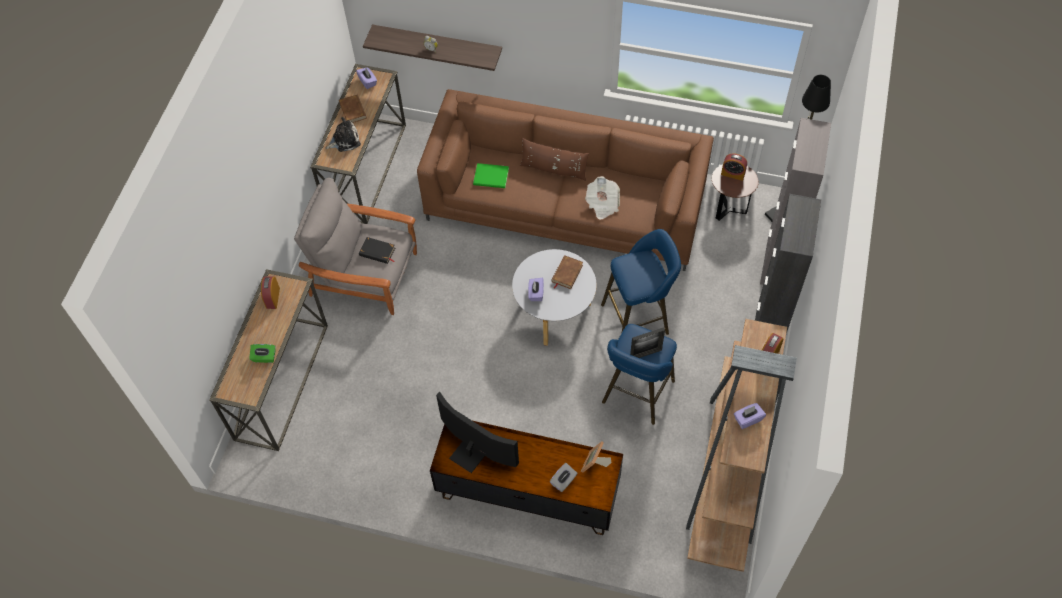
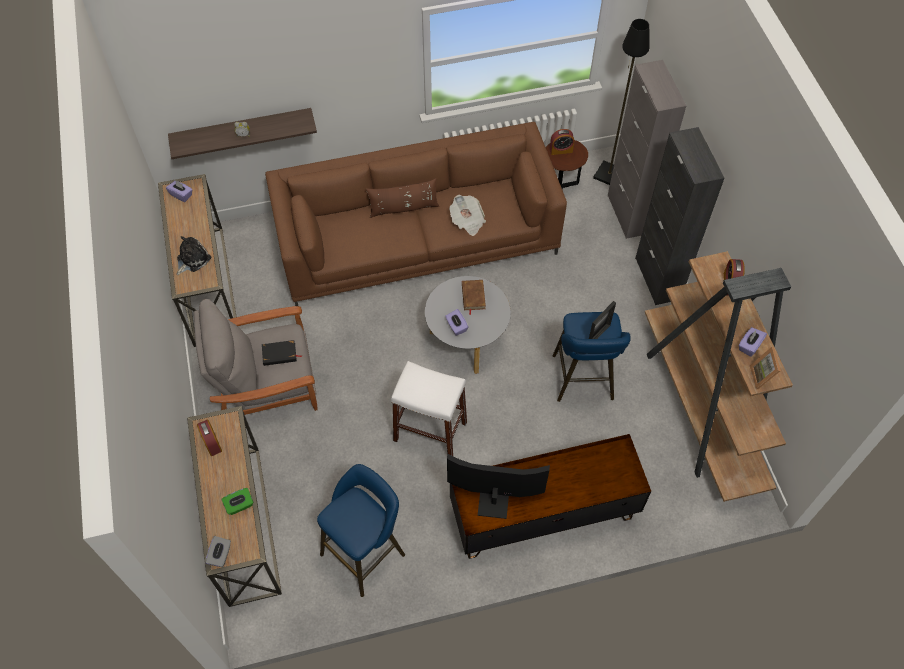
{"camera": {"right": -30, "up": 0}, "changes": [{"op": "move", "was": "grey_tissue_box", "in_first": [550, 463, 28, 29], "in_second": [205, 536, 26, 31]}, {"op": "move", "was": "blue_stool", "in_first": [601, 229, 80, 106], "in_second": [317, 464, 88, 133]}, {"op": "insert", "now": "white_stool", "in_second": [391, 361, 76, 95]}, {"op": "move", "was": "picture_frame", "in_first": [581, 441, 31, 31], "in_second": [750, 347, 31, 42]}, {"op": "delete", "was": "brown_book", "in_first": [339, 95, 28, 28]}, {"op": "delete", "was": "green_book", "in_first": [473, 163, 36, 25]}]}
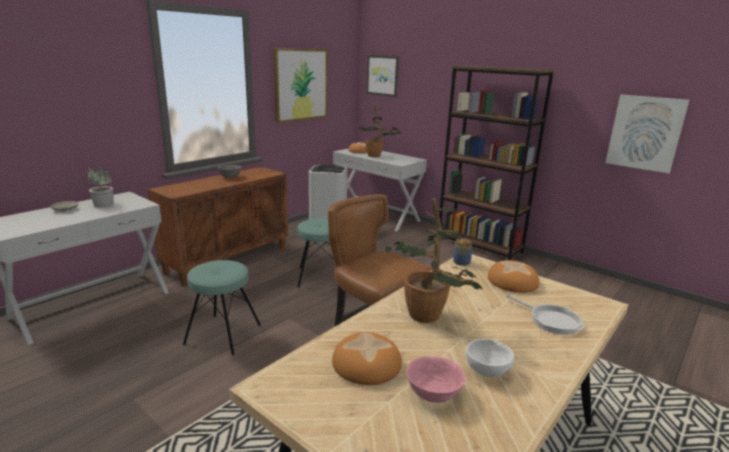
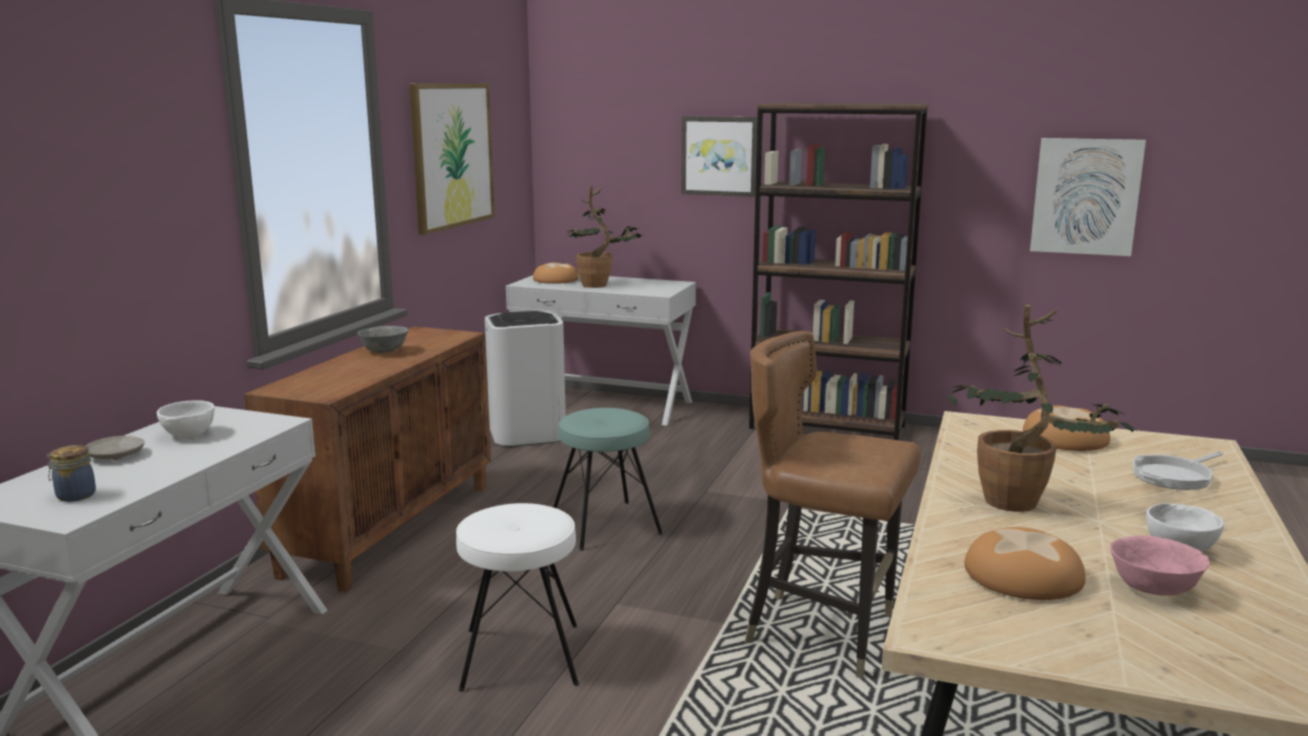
{"camera": {"right": -20, "up": -5}, "changes": [{"op": "move", "was": "jar", "in_first": [452, 238, 20, 28], "in_second": [46, 445, 50, 57]}, {"op": "replace", "was": "potted_plant", "now": "white_bowl", "in_first": [88, 168, 26, 40], "in_second": [157, 400, 57, 38]}, {"op": "recolor", "was": "turquoise_stool", "now": "white_stool", "in_first": [183, 260, 78, 95], "in_second": [456, 503, 123, 188]}, {"op": "move", "was": "picture", "in_first": [366, 55, 33, 42], "in_second": [681, 116, 76, 81]}, {"op": "rotate", "was": "frying_pan", "in_first": [506, 295, 79, 40], "in_second": [1133, 451, 90, 39], "clockwise": 120}]}
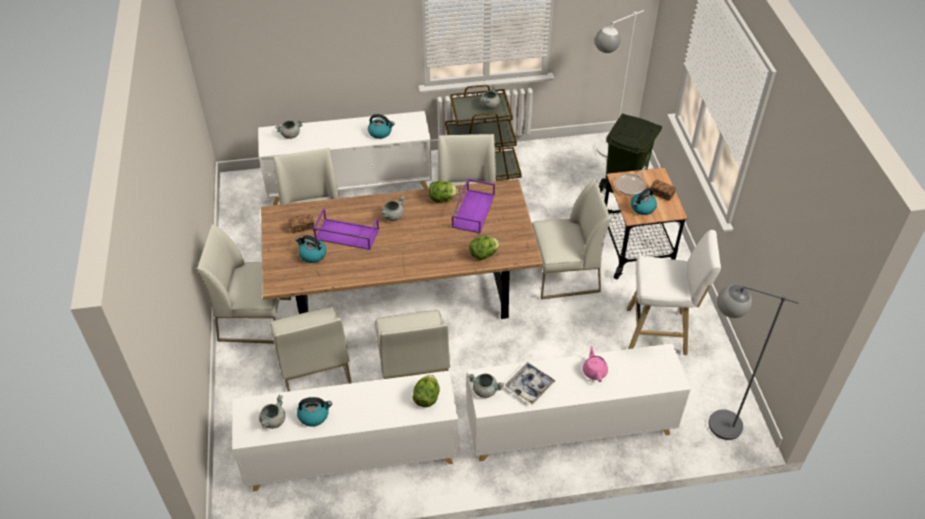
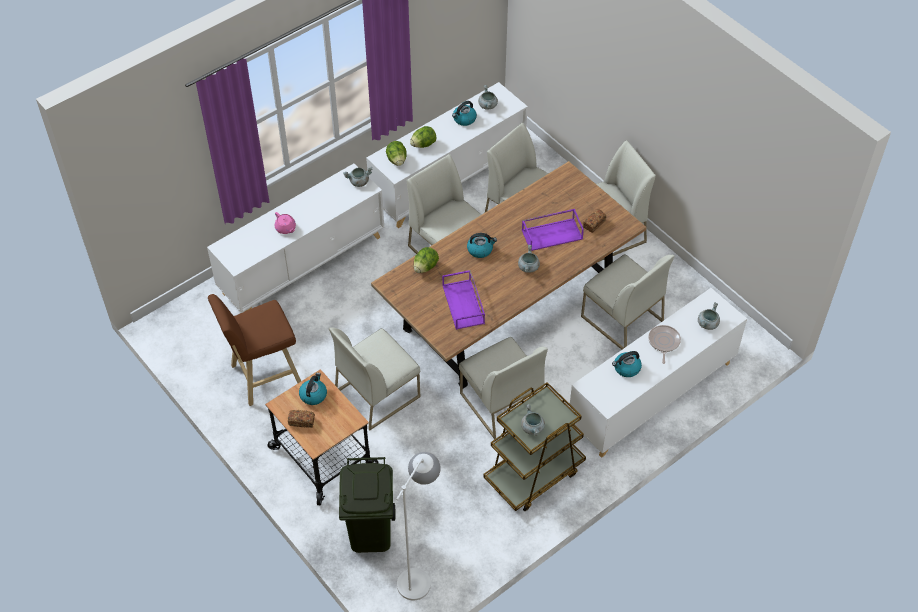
{"camera": {"right": 150, "up": 5}, "changes": [{"op": "recolor", "was": "white_stool", "now": "brown_stool", "in_first": [627, 230, 94, 125], "in_second": [208, 294, 93, 112]}, {"op": "move", "was": "lettuce", "in_first": [429, 181, 29, 21], "in_second": [410, 126, 27, 22]}, {"op": "move", "was": "kettle", "in_first": [296, 235, 30, 28], "in_second": [467, 233, 30, 25]}, {"op": "move", "was": "frying_pan", "in_first": [615, 166, 32, 30], "in_second": [648, 325, 33, 39]}, {"op": "delete", "was": "tray", "in_first": [505, 362, 50, 43]}, {"op": "delete", "was": "grey_floor_lamp", "in_first": [709, 285, 90, 155]}]}
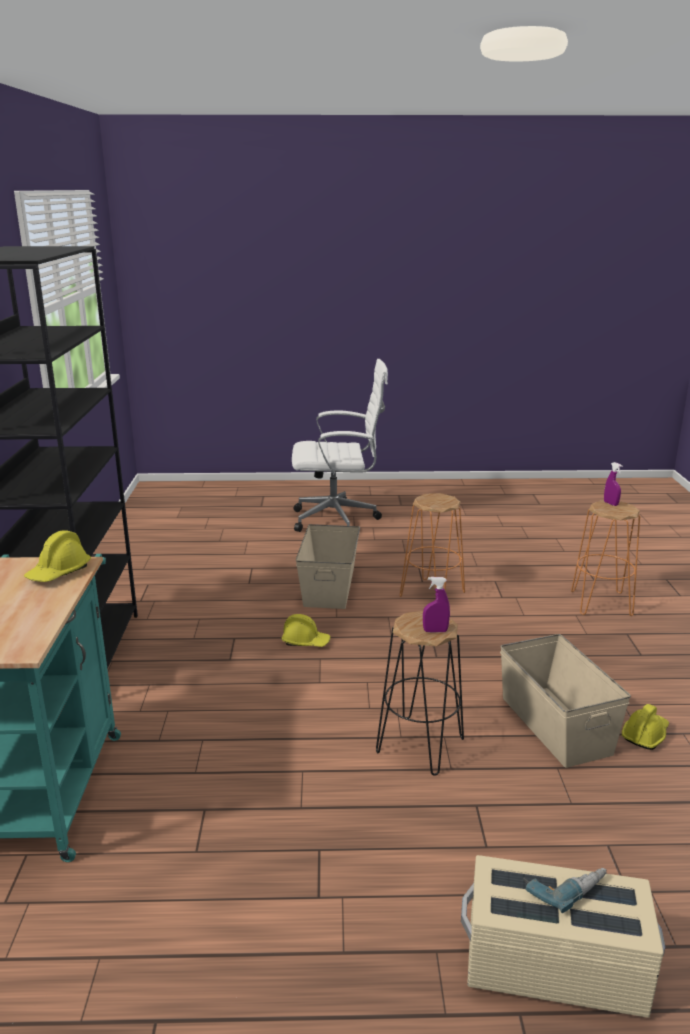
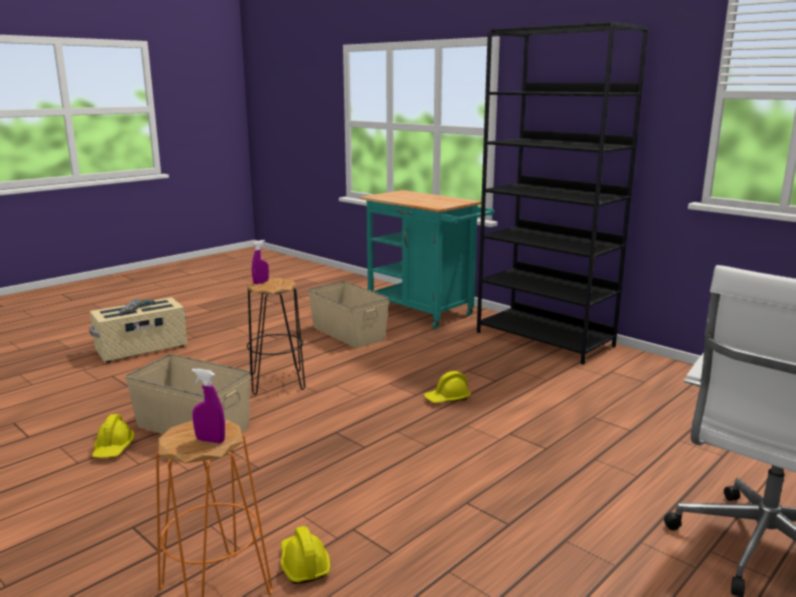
{"camera": {"right": 135, "up": -5}, "changes": [{"op": "move", "was": "yellow_hard_hat", "in_first": [24, 530, 67, 52], "in_second": [281, 526, 50, 58]}, {"op": "move", "was": "beige_storage_box", "in_first": [295, 524, 65, 85], "in_second": [308, 281, 81, 67]}, {"op": "delete", "was": "orange_stool", "in_first": [400, 493, 65, 104]}]}
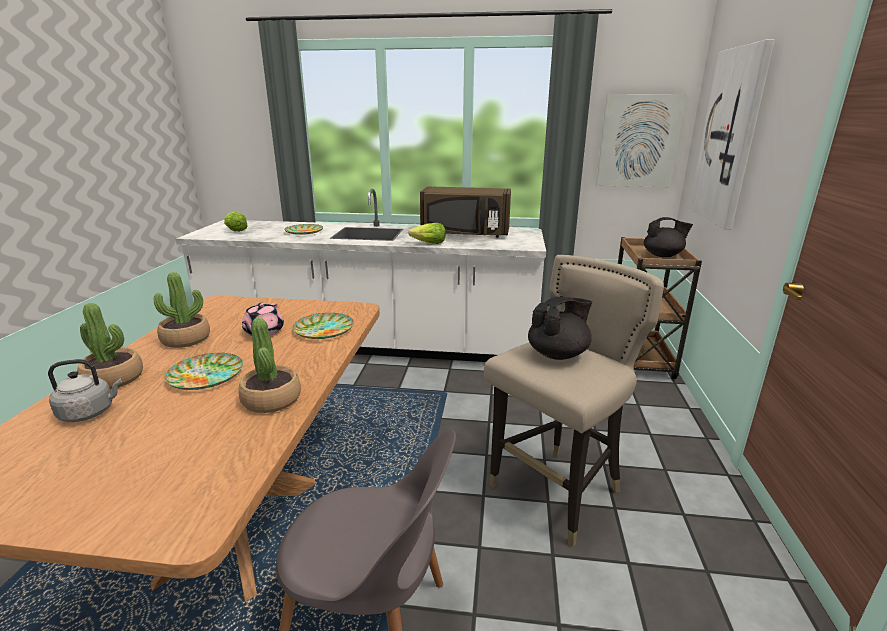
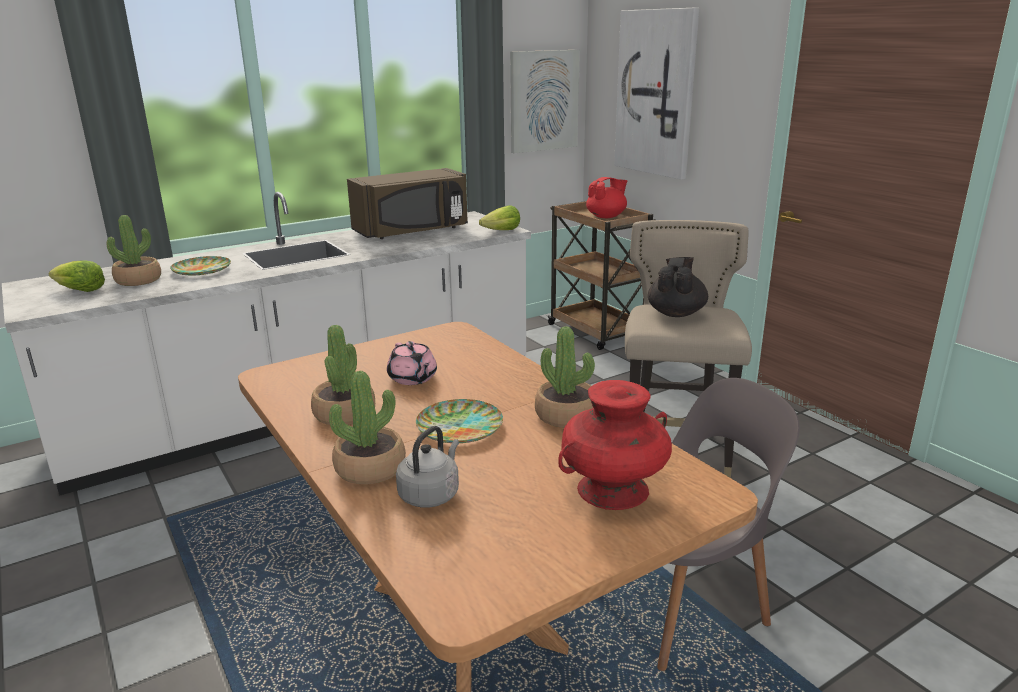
{"camera": {"right": -40, "up": 0}, "changes": [{"op": "insert", "now": "potted_plant", "in_second": [107, 215, 54, 71]}, {"op": "move", "was": "lettuce", "in_first": [408, 223, 38, 21], "in_second": [479, 205, 41, 25]}, {"op": "insert", "now": "red_vase", "in_second": [558, 380, 114, 130]}, {"op": "recolor", "was": "black_teapot", "now": "red_teapot", "in_first": [644, 217, 49, 40], "in_second": [586, 177, 41, 41]}, {"op": "delete", "was": "plate", "in_first": [293, 313, 61, 26]}]}
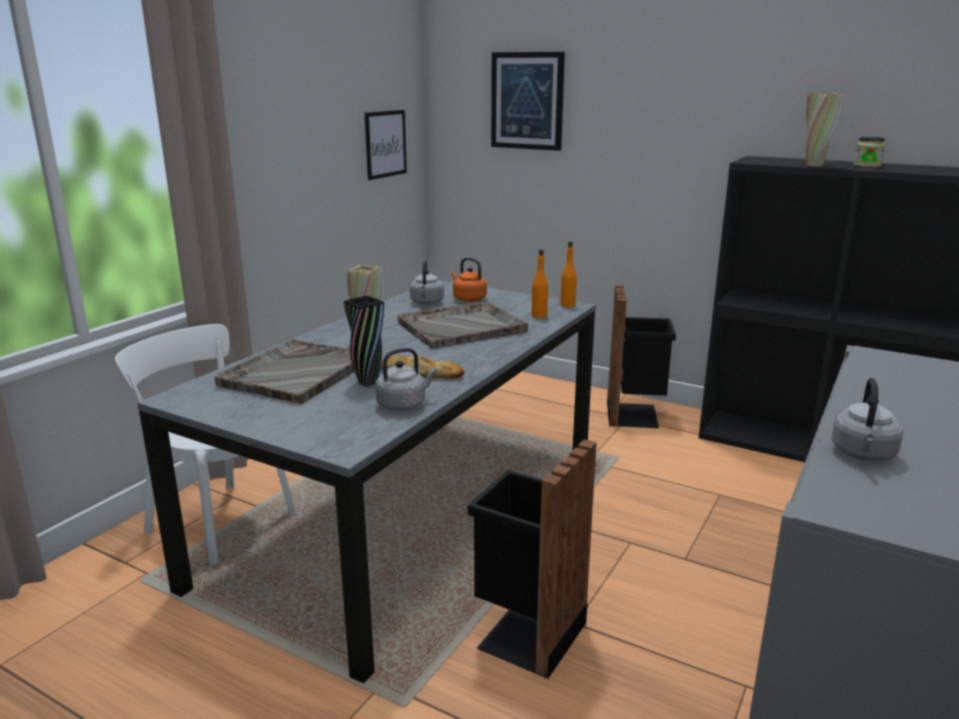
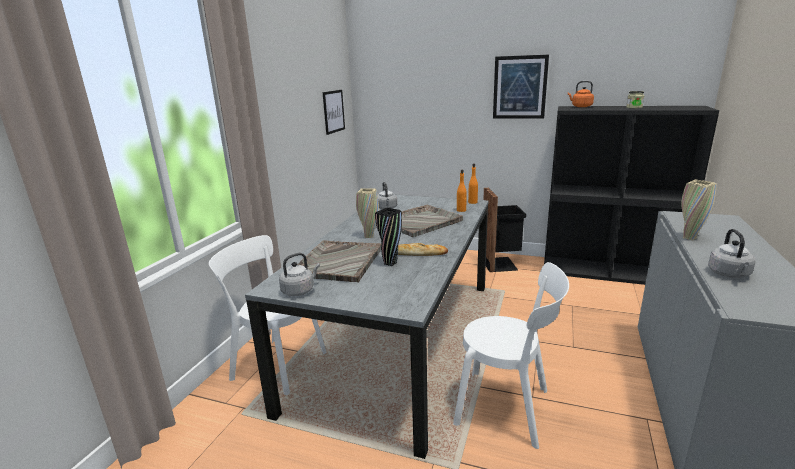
{"camera": {"right": -10, "up": 0}, "changes": [{"op": "move", "was": "grey_kettle", "in_first": [375, 348, 62, 63], "in_second": [279, 253, 41, 43]}, {"op": "replace", "was": "black_trash_can", "now": "white_chair", "in_first": [468, 439, 129, 240], "in_second": [453, 262, 116, 187]}, {"op": "move", "was": "picture", "in_first": [491, 52, 74, 99], "in_second": [493, 55, 56, 64]}, {"op": "move", "was": "orange_kettle", "in_first": [451, 257, 36, 45], "in_second": [568, 81, 26, 26]}, {"op": "move", "was": "beige_vase", "in_first": [805, 93, 38, 74], "in_second": [681, 179, 35, 62]}]}
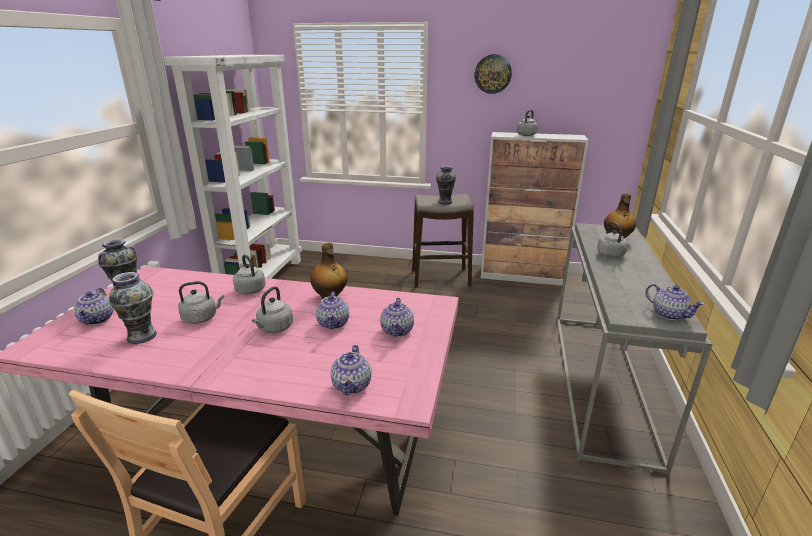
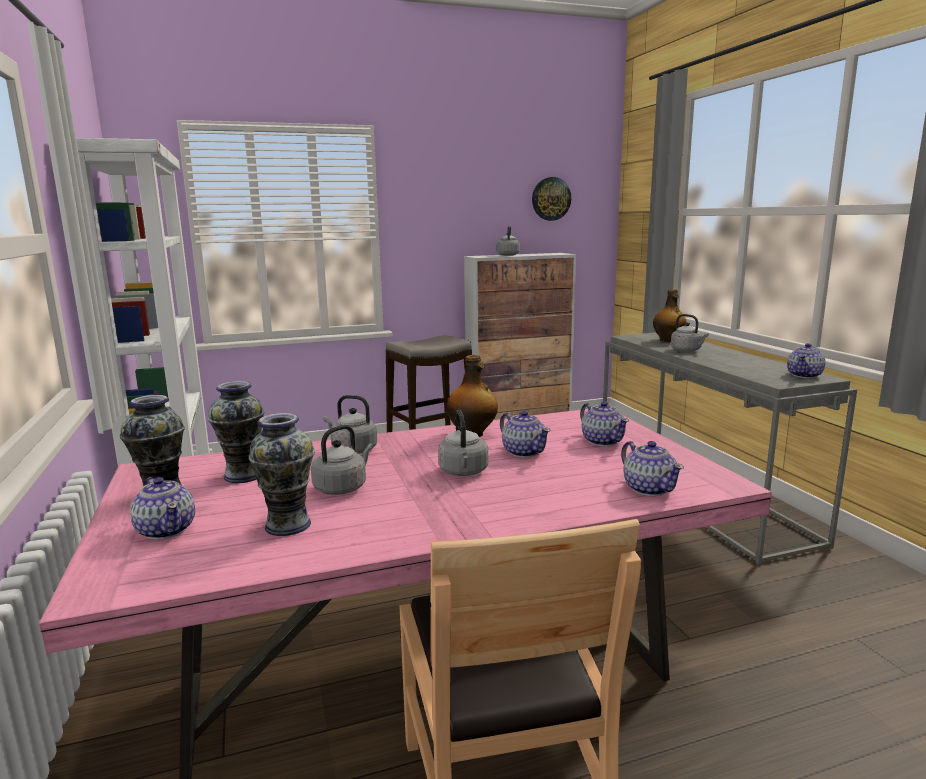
{"camera": {"right": -30, "up": -10}, "changes": [{"op": "move", "was": "vase", "in_first": [436, 166, 20, 39], "in_second": [208, 381, 56, 102]}, {"op": "move", "was": "wall_clock", "in_first": [474, 54, 38, 40], "in_second": [532, 177, 39, 44]}, {"op": "rotate", "was": "teapot", "in_first": [645, 284, 60, 36], "in_second": [787, 343, 39, 35], "clockwise": 105}]}
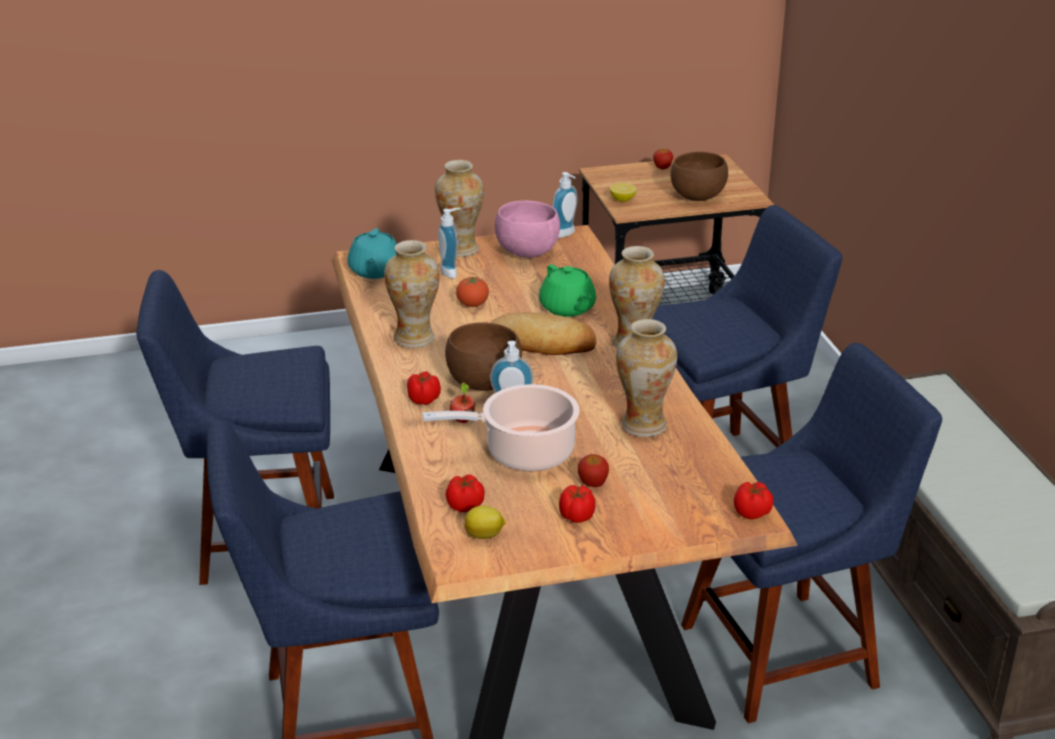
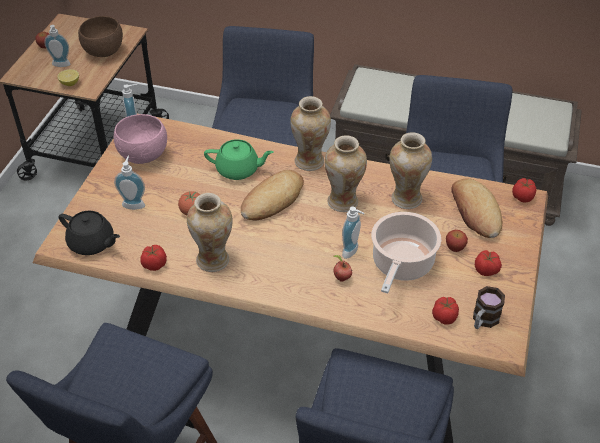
{"camera": {"right": -60, "up": 15}, "changes": [{"op": "insert", "now": "soap_dispenser", "in_second": [44, 25, 27, 42]}, {"op": "recolor", "was": "turquoise_teapot", "now": "black_teapot", "in_first": [348, 228, 49, 51], "in_second": [59, 210, 61, 45]}, {"op": "move", "was": "tomato", "in_first": [407, 371, 34, 34], "in_second": [140, 245, 27, 26]}, {"op": "move", "was": "vase", "in_first": [435, 160, 49, 97], "in_second": [324, 135, 43, 77]}, {"op": "insert", "now": "bread", "in_second": [451, 178, 52, 60]}, {"op": "replace", "was": "lemon", "now": "mug", "in_first": [465, 506, 41, 33], "in_second": [473, 286, 32, 43]}, {"op": "delete", "was": "brown_bowl", "in_first": [445, 322, 77, 69]}]}
